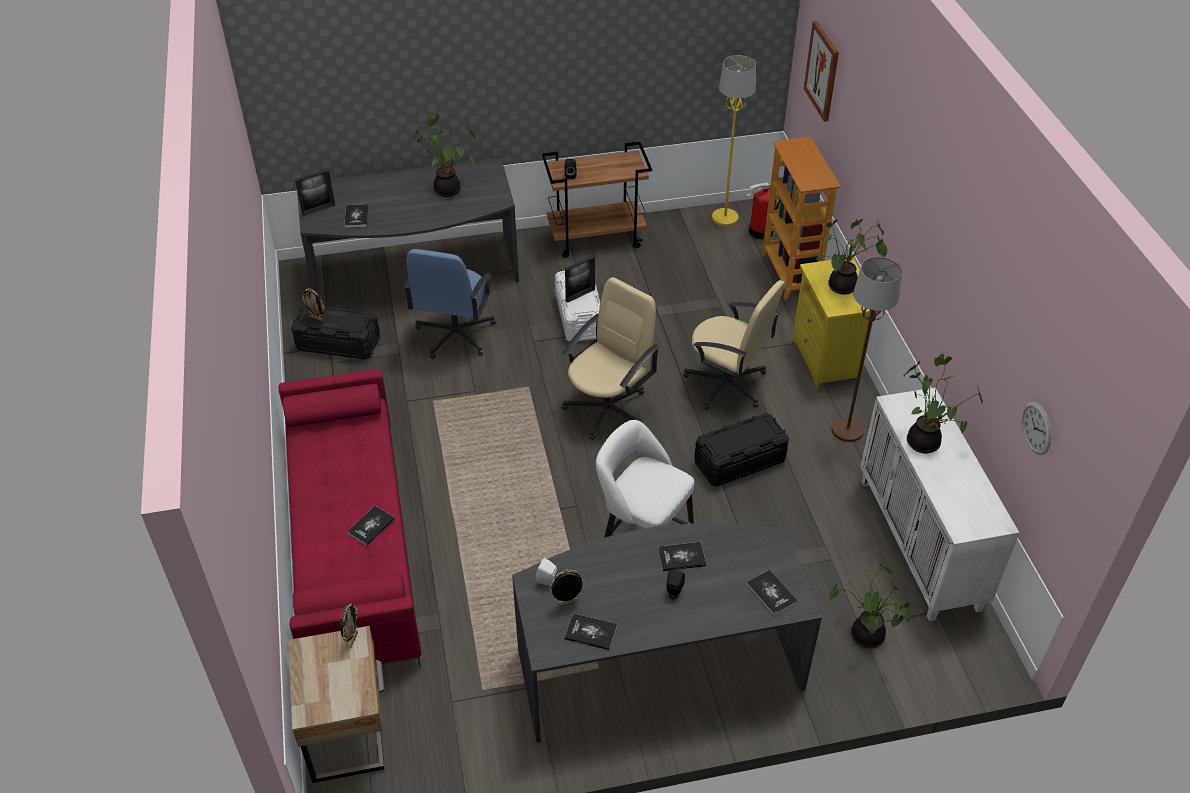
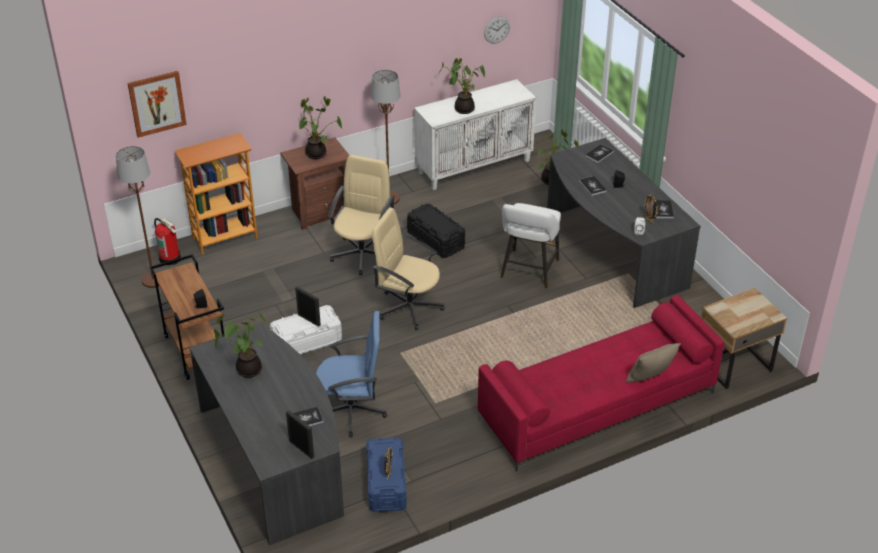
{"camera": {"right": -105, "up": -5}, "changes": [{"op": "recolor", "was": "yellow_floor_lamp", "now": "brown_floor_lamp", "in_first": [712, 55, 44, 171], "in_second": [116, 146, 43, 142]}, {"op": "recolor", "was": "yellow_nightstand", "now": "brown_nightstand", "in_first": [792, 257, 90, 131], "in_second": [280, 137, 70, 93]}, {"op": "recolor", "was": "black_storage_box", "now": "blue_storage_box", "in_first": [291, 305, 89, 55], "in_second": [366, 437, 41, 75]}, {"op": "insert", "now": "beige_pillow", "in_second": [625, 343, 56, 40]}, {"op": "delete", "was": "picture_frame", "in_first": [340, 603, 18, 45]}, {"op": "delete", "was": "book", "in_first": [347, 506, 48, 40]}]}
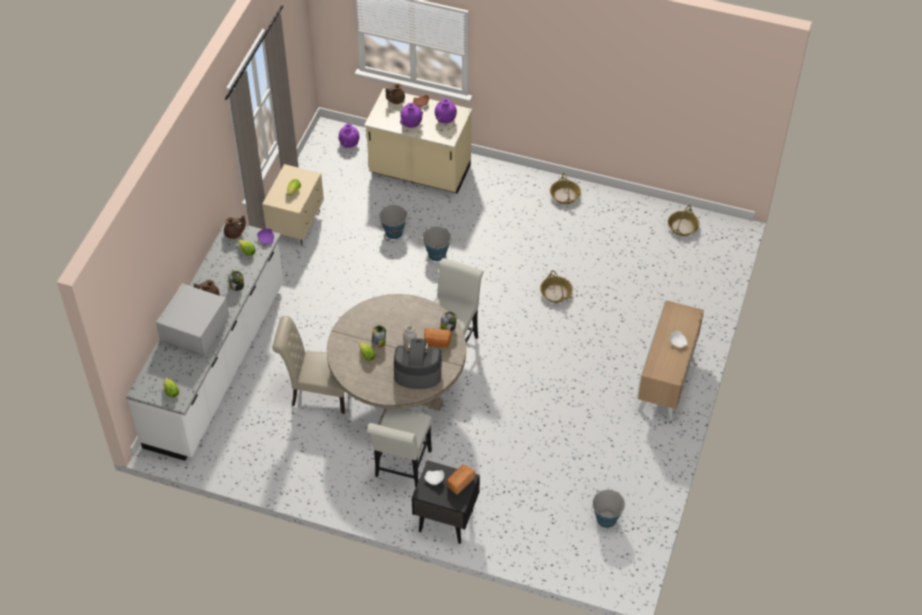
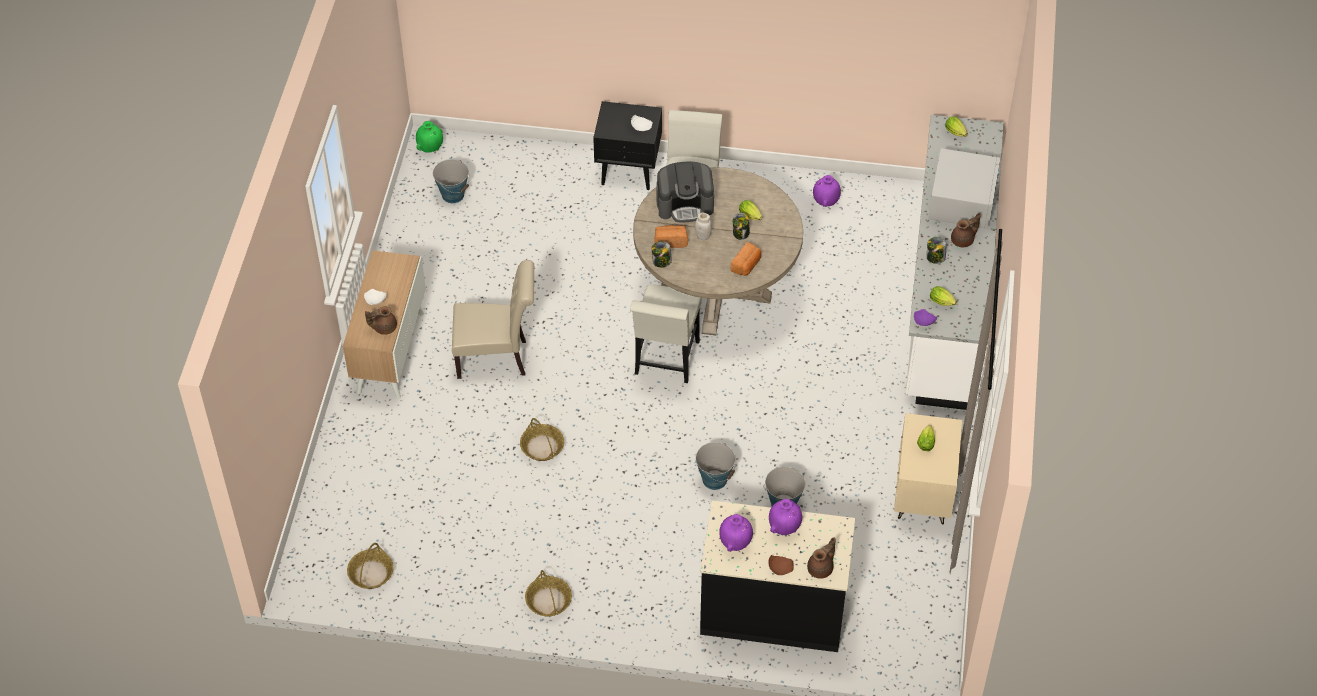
{"camera": {"right": 170, "up": 0}, "changes": [{"op": "move", "was": "brown_teapot", "in_first": [224, 216, 22, 23], "in_second": [365, 306, 32, 29]}, {"op": "insert", "now": "green_vase", "in_second": [416, 121, 27, 31]}, {"op": "move", "was": "beige_chair", "in_first": [272, 316, 73, 98], "in_second": [452, 260, 82, 119]}, {"op": "recolor", "was": "beige_counter", "now": "black_counter", "in_first": [364, 88, 108, 106], "in_second": [700, 500, 155, 152]}, {"op": "move", "was": "bread", "in_first": [447, 465, 28, 30], "in_second": [731, 242, 30, 34]}, {"op": "move", "was": "purple_vase", "in_first": [339, 124, 20, 24], "in_second": [813, 175, 28, 32]}]}
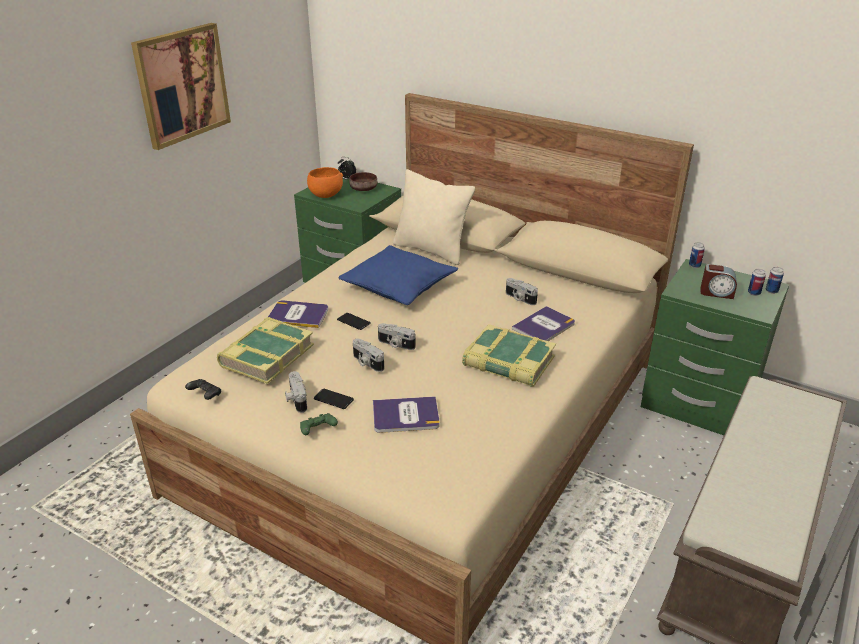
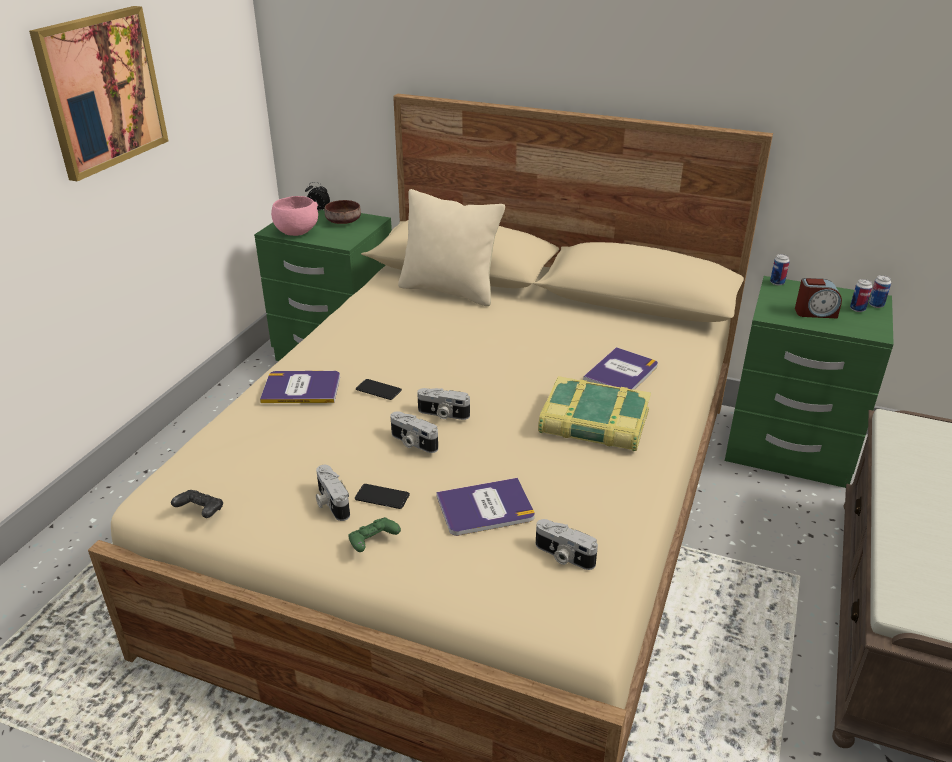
{"camera": {"right": -10, "up": 0}, "changes": [{"op": "recolor", "was": "orange_bowl", "now": "pink_bowl", "in_first": [307, 167, 36, 31], "in_second": [271, 196, 47, 40]}, {"op": "move", "was": "photo_camera", "in_first": [506, 278, 32, 27], "in_second": [536, 519, 62, 51]}, {"op": "delete", "was": "book", "in_first": [217, 317, 97, 67]}, {"op": "delete", "was": "blue_pillow", "in_first": [338, 245, 120, 60]}]}
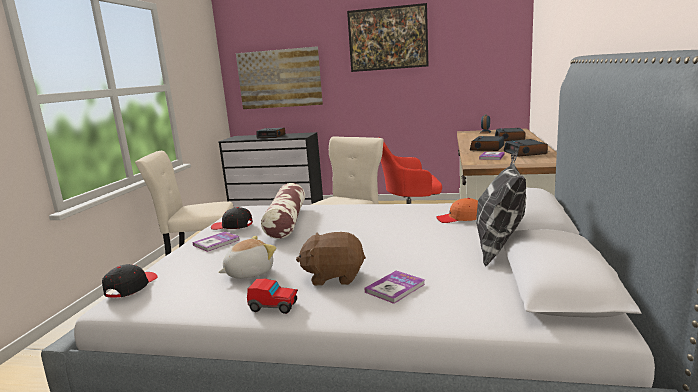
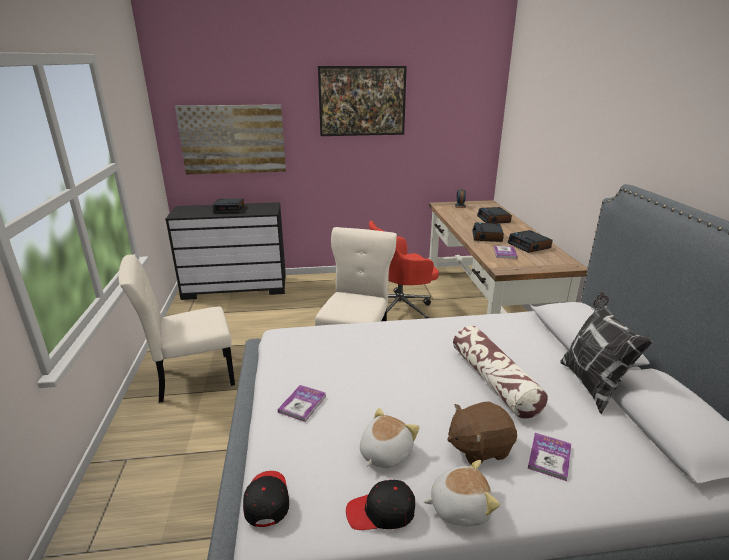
{"camera": {"right": -20, "up": 10}, "changes": [{"op": "move", "was": "black_cap", "in_first": [211, 207, 42, 23], "in_second": [346, 479, 69, 51]}, {"op": "replace", "was": "toy_car", "now": "plush_toy", "in_first": [247, 278, 51, 36], "in_second": [424, 460, 76, 66]}, {"op": "move", "was": "pillow", "in_first": [261, 183, 44, 56], "in_second": [453, 326, 95, 93]}, {"op": "delete", "was": "orange_cap", "in_first": [436, 198, 42, 25]}]}
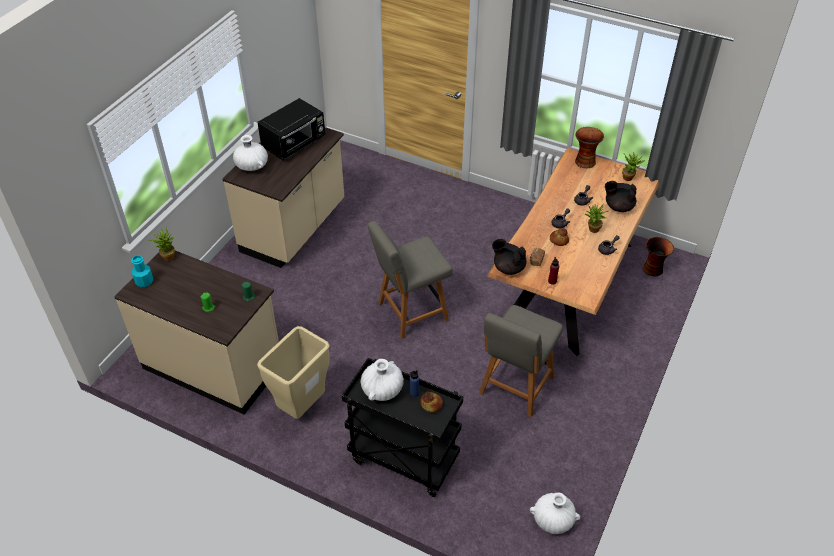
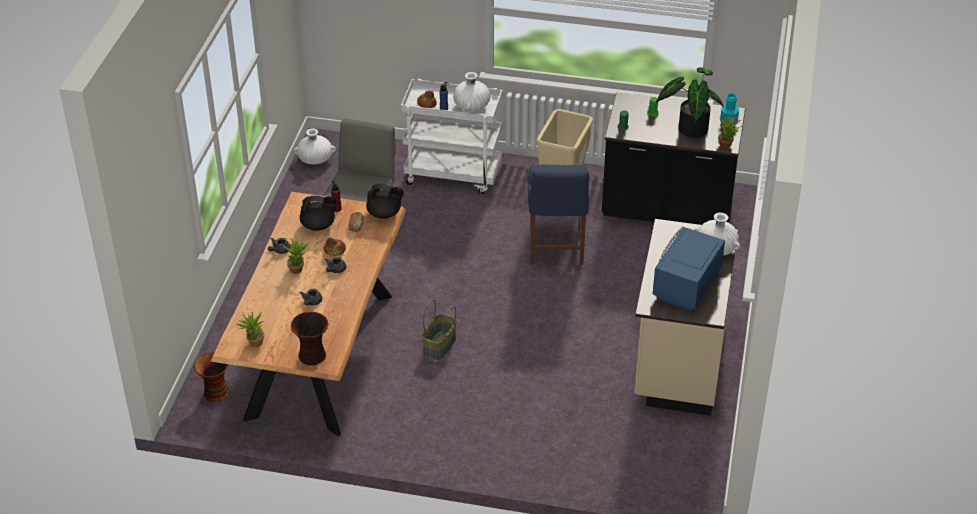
{"camera": {"right": 165, "up": -5}, "changes": [{"op": "move", "was": "black_teapot", "in_first": [605, 181, 32, 31], "in_second": [300, 196, 37, 35]}, {"op": "recolor", "was": "black_cart", "now": "white_cart", "in_first": [342, 358, 121, 139], "in_second": [401, 79, 102, 115]}, {"op": "insert", "now": "basket", "in_second": [422, 299, 35, 61]}, {"op": "insert", "now": "blue_chair", "in_second": [528, 165, 61, 100]}, {"op": "recolor", "was": "beige_counter", "now": "black_counter", "in_first": [114, 250, 165, 165], "in_second": [602, 93, 143, 132]}, {"op": "recolor", "was": "black_microwave", "now": "blue_microwave", "in_first": [257, 98, 68, 62], "in_second": [653, 227, 72, 84]}, {"op": "insert", "now": "potted_plant", "in_second": [656, 67, 68, 71]}, {"op": "delete", "was": "grey_chair", "in_first": [368, 221, 85, 118]}]}
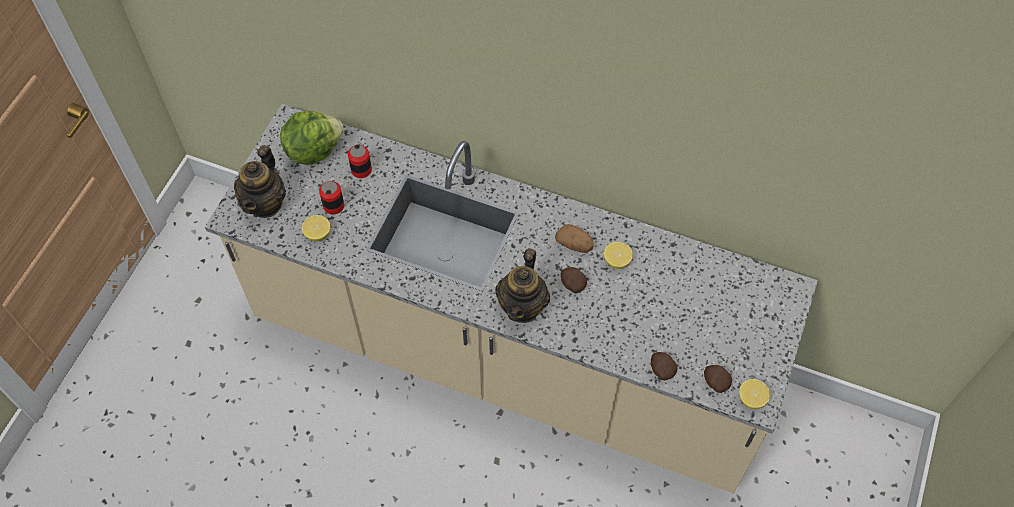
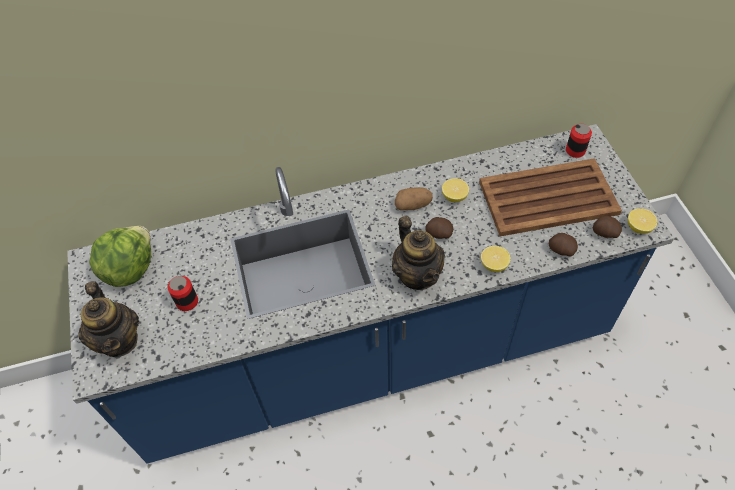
{"camera": {"right": -35, "up": -5}, "changes": [{"op": "recolor", "was": "beige_counter", "now": "blue_counter", "in_first": [205, 104, 613, 389], "in_second": [67, 124, 607, 340]}, {"op": "insert", "now": "brown_tray", "in_second": [479, 158, 143, 78]}, {"op": "move", "was": "lemon", "in_first": [302, 215, 29, 26], "in_second": [481, 246, 30, 26]}, {"op": "move", "was": "can", "in_first": [348, 145, 24, 33], "in_second": [566, 124, 26, 34]}]}
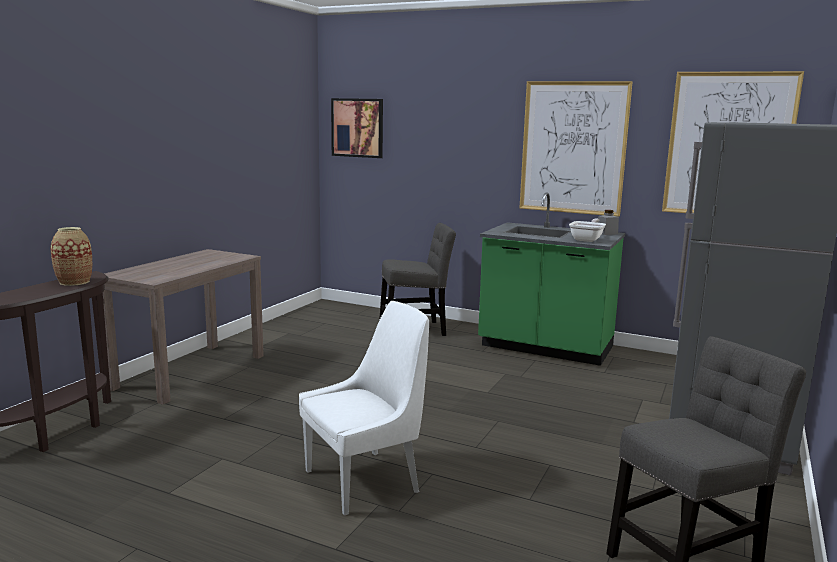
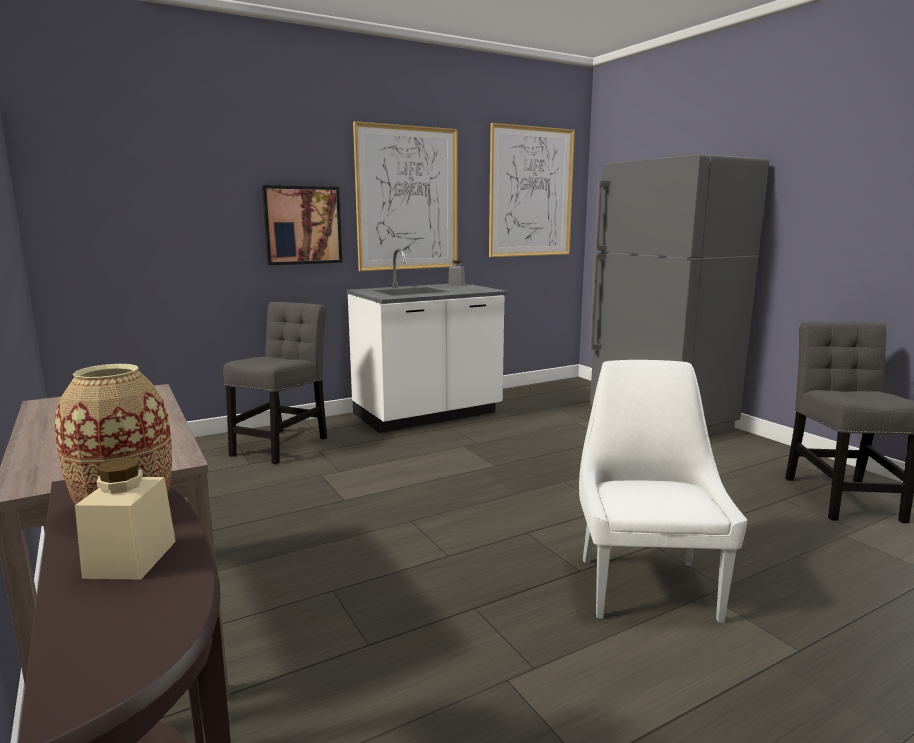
{"camera": {"right": -55, "up": 0}, "changes": [{"op": "insert", "now": "beige_jar", "in_second": [75, 458, 101, 121]}, {"op": "move", "was": "picture", "in_first": [331, 98, 52, 60], "in_second": [262, 185, 80, 80]}, {"op": "recolor", "was": "green_counter", "now": "white_counter", "in_first": [478, 192, 147, 174], "in_second": [346, 248, 163, 185]}, {"op": "delete", "was": "frying_pan", "in_first": [569, 218, 37, 24]}]}
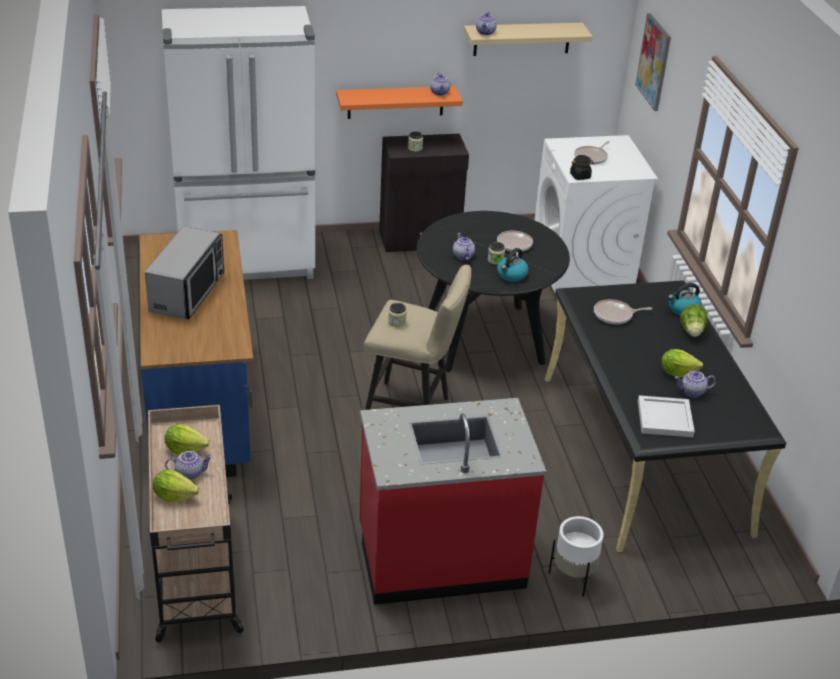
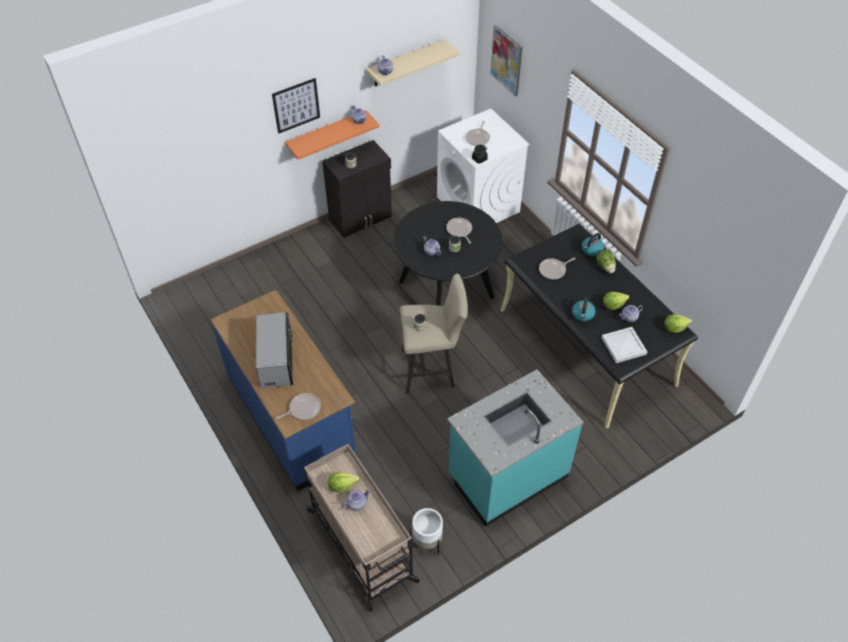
{"camera": {"right": -20, "up": 15}, "changes": [{"op": "insert", "now": "picture", "in_second": [272, 78, 48, 56]}, {"op": "insert", "now": "frying_pan", "in_second": [276, 393, 45, 27]}, {"op": "move", "was": "white_planter", "in_first": [549, 516, 55, 80], "in_second": [410, 508, 33, 47]}, {"op": "recolor", "was": "red_counter", "now": "turquoise_counter", "in_first": [359, 398, 187, 207], "in_second": [447, 369, 137, 158]}, {"op": "move", "was": "kettle", "in_first": [497, 248, 32, 34], "in_second": [572, 296, 24, 26]}, {"op": "move", "was": "lettuce", "in_first": [153, 469, 46, 34], "in_second": [664, 314, 28, 19]}, {"op": "delete", "was": "white_fridge", "in_first": [162, 6, 153, 274]}]}
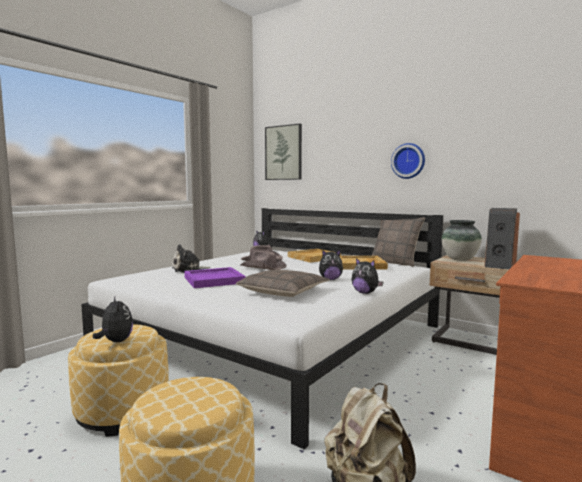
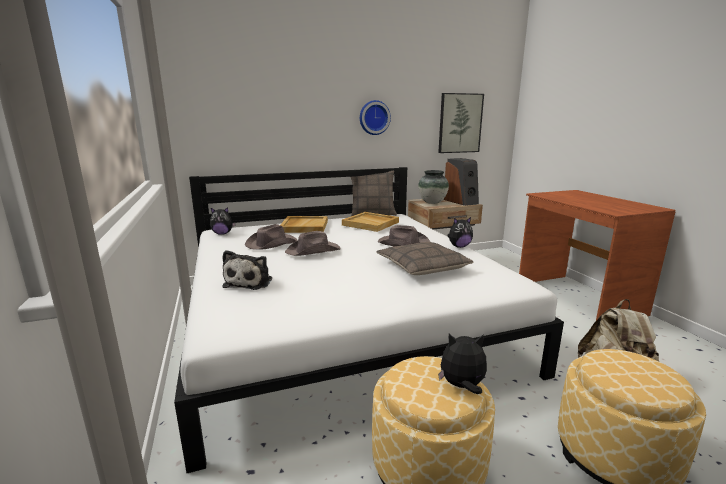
{"camera": {"right": -55, "up": 10}, "changes": [{"op": "replace", "was": "plush_toy", "now": "brown_hat", "in_first": [319, 250, 24, 30], "in_second": [378, 225, 52, 21]}, {"op": "move", "was": "picture", "in_first": [265, 123, 37, 57], "in_second": [438, 93, 46, 60]}, {"op": "delete", "was": "purple_tray", "in_first": [184, 267, 62, 21]}]}
